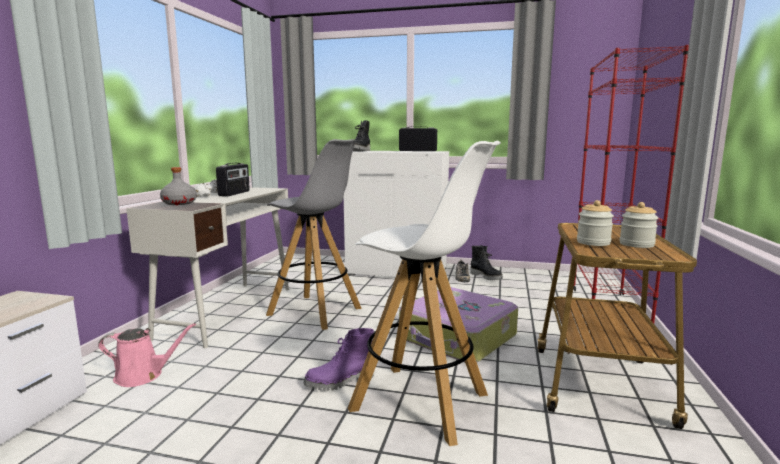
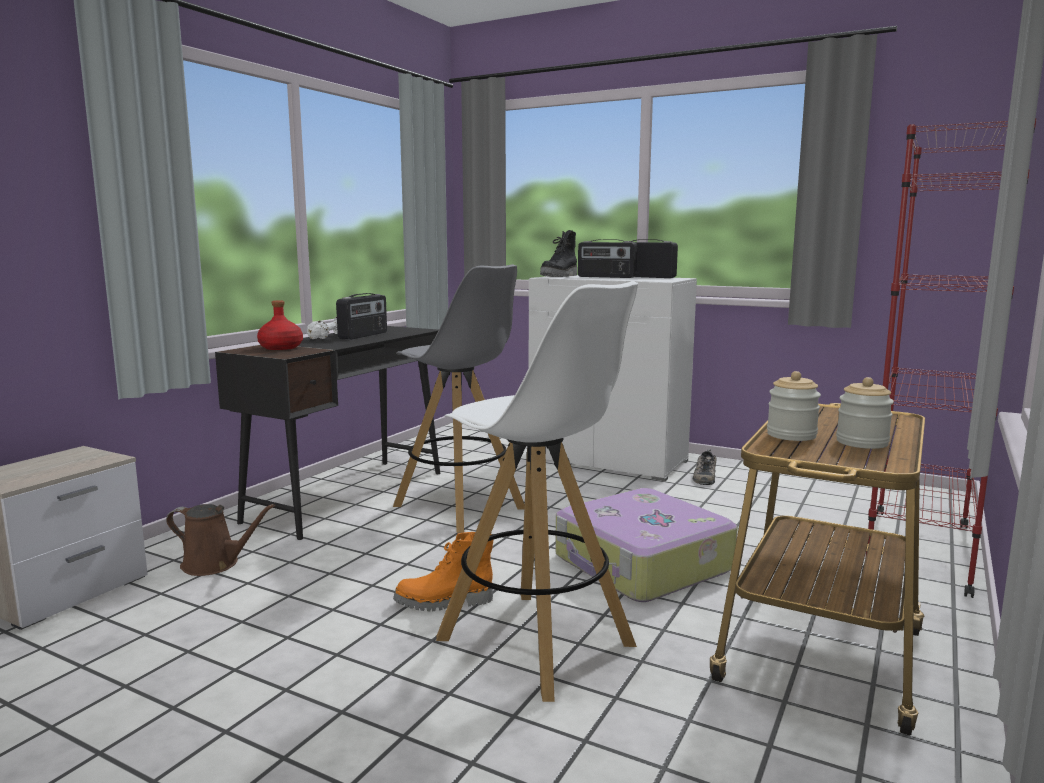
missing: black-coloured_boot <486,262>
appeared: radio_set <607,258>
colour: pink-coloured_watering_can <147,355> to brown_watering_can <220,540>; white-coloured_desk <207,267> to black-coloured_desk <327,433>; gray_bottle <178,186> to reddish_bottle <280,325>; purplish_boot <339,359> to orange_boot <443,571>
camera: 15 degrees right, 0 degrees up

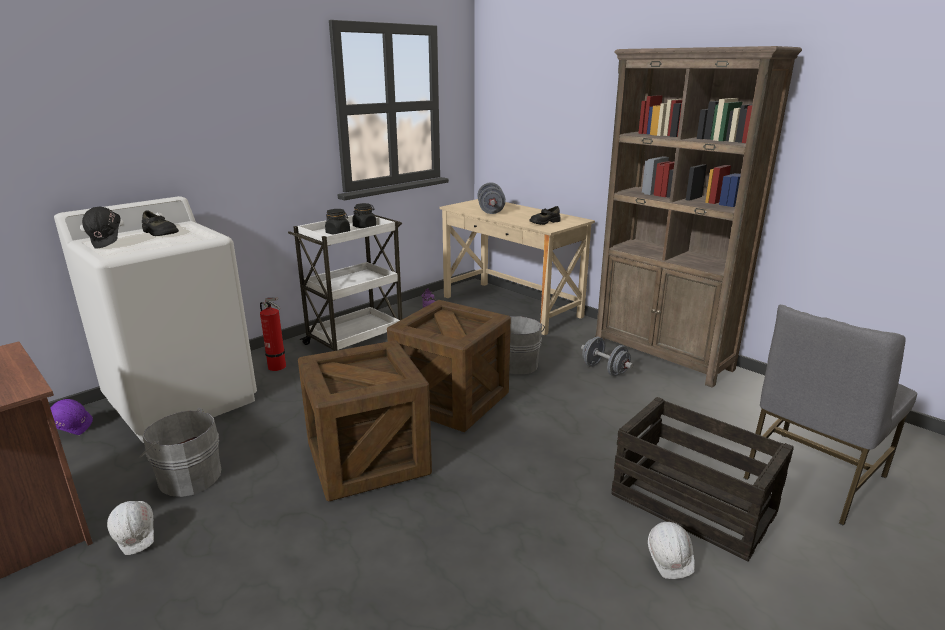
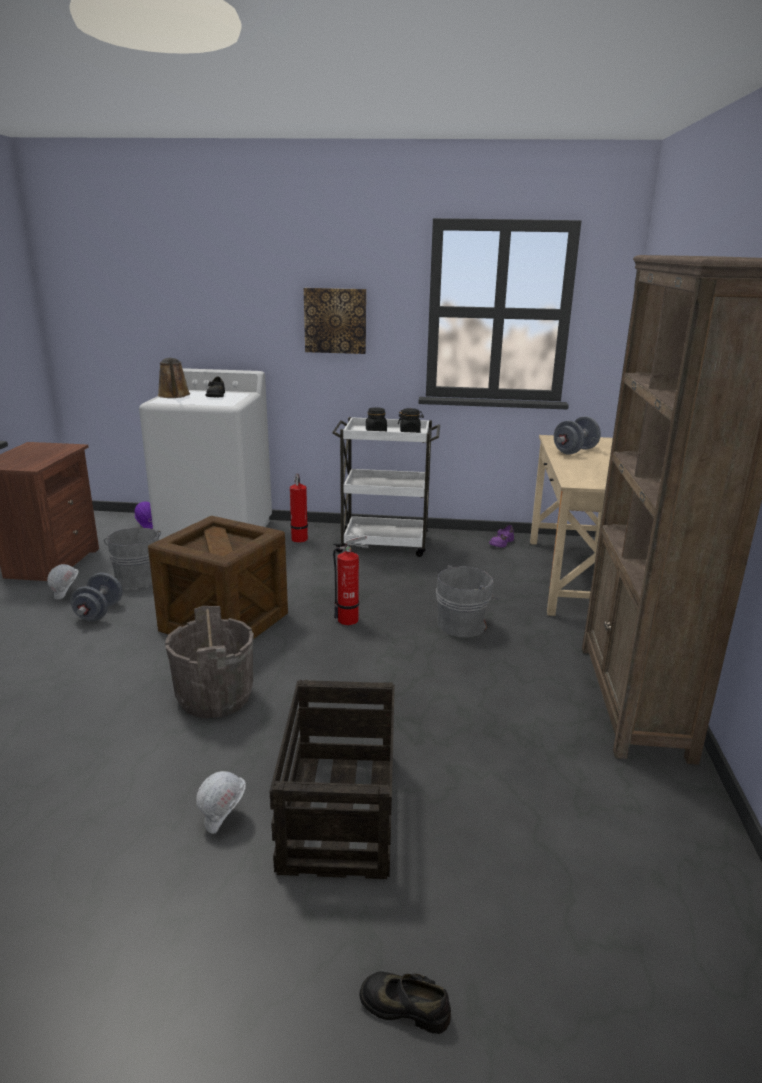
missing: gray_chair <830,415>
appeared: gray_water_bucket <209,662>; wall_picture <335,321>
relocated: black-coloured_shoe <544,215> to <405,1003>; gray_hand_weight <607,357> to <96,597>
exchanged: black-coloured_safety_helmet <101,228> to brown_watering_can <174,378>; packing_crate <449,366> to fire-fighting_cylinder <351,580>
camera: 50 degrees right, 0 degrees up

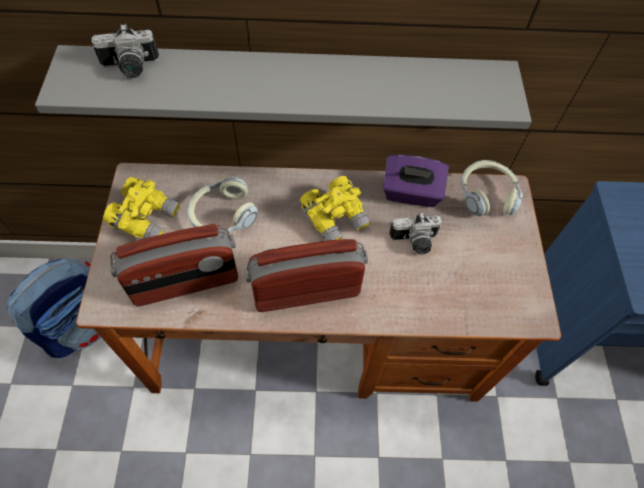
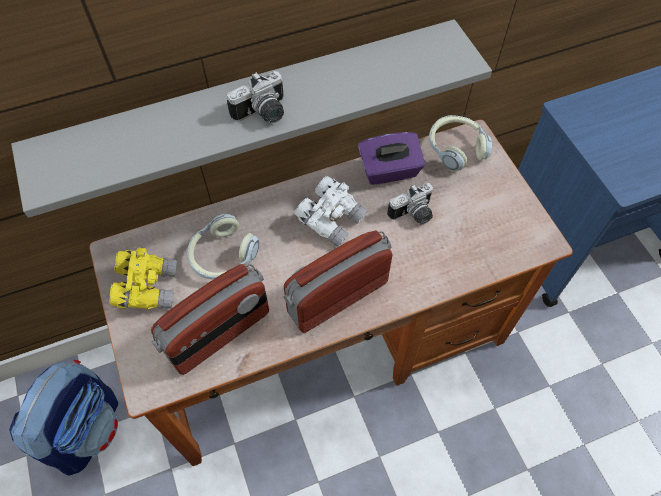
relocated: still_camera <125,51> to <255,97>
colour: yellow-coloured_field_glasses <335,208> to white-coloured_field_glasses <331,211>
camera: 20 degrees left, 0 degrees up

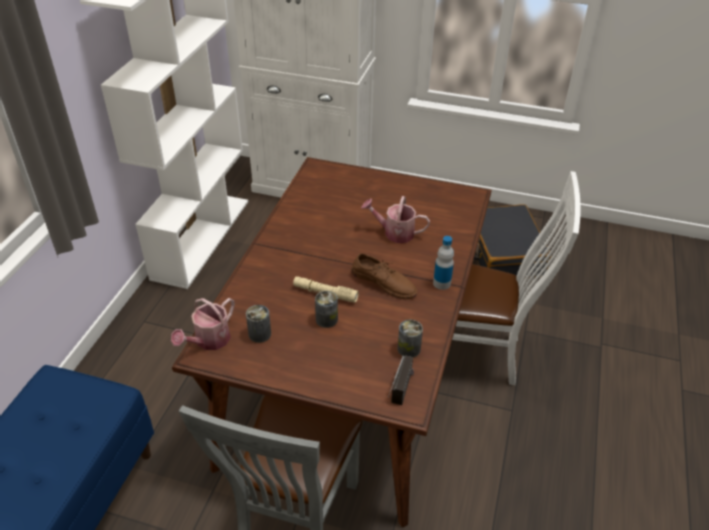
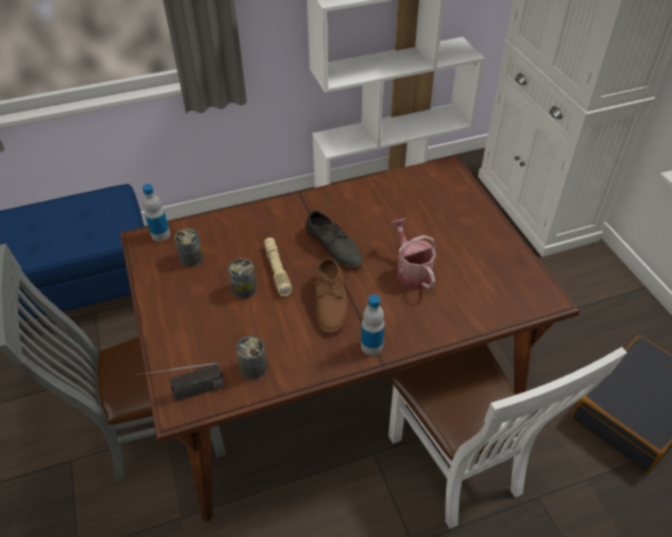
appeared: gray_shoe <333,240>
exchanged: watering_can <203,324> to bottle <156,213>
camera: 55 degrees right, 5 degrees up

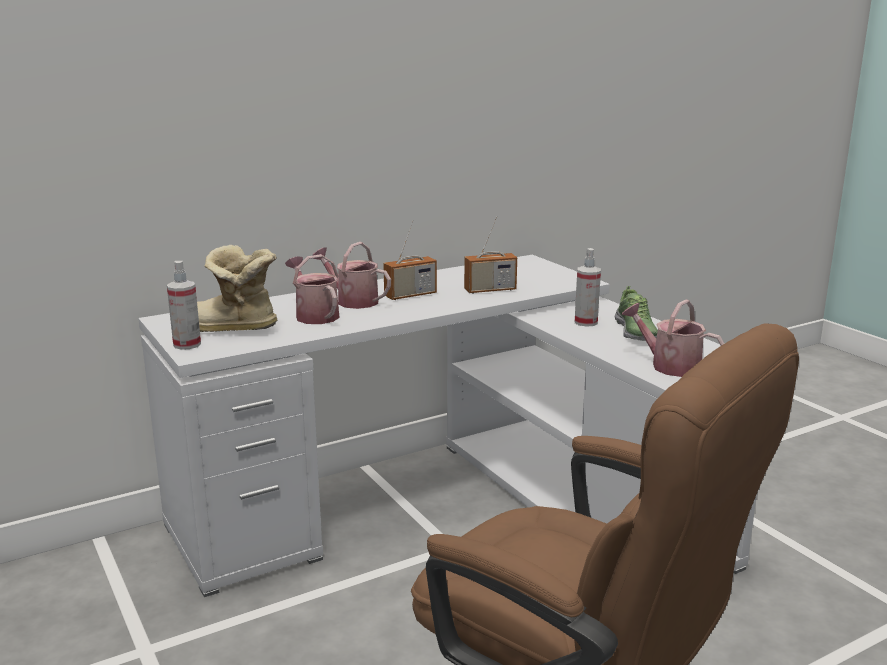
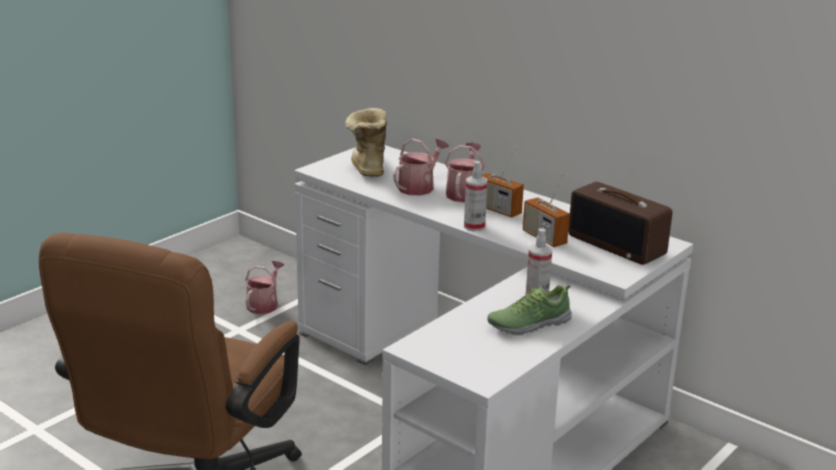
appeared: radio_set <620,223>
relocated: spray_bottle <184,305> to <476,196>; watering_can <672,338> to <265,287>
camera: 70 degrees right, 5 degrees up

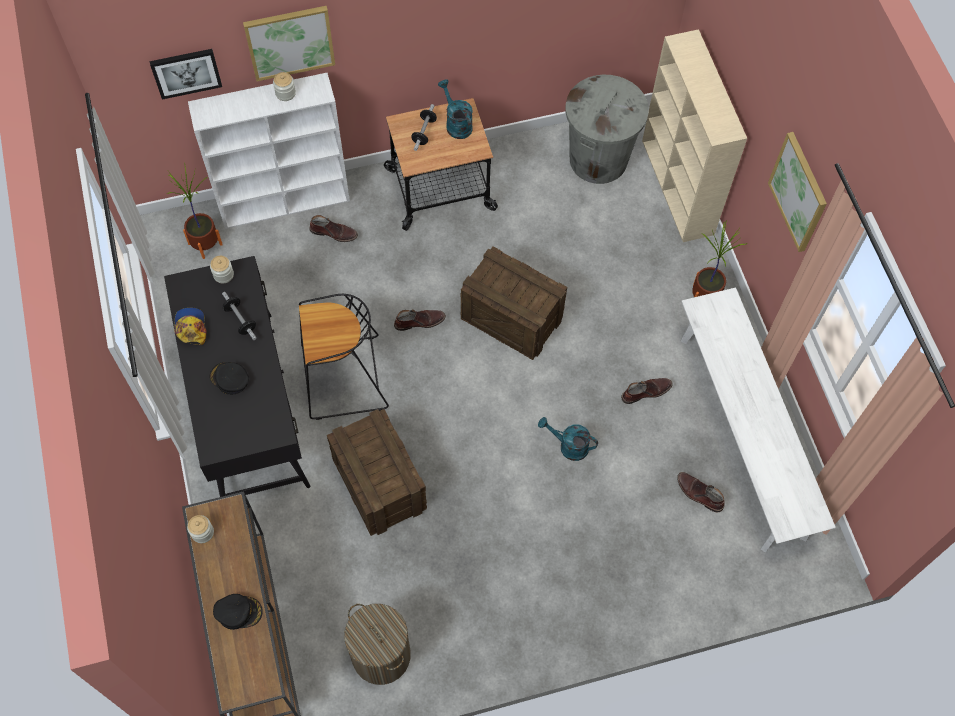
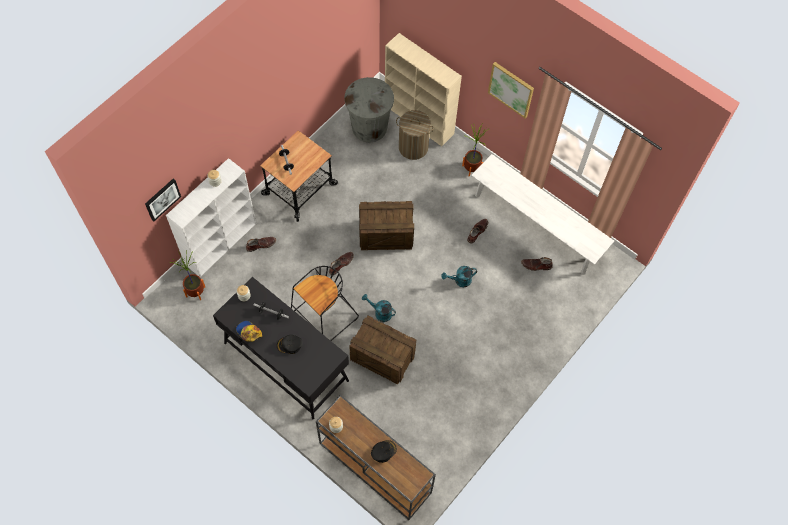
missing: wall_picture <289,43>
relocated: washing_basket <377,644> to <415,135>; turquoise_watering_can <455,109> to <379,308>
camera: 35 degrees left, 0 degrees up

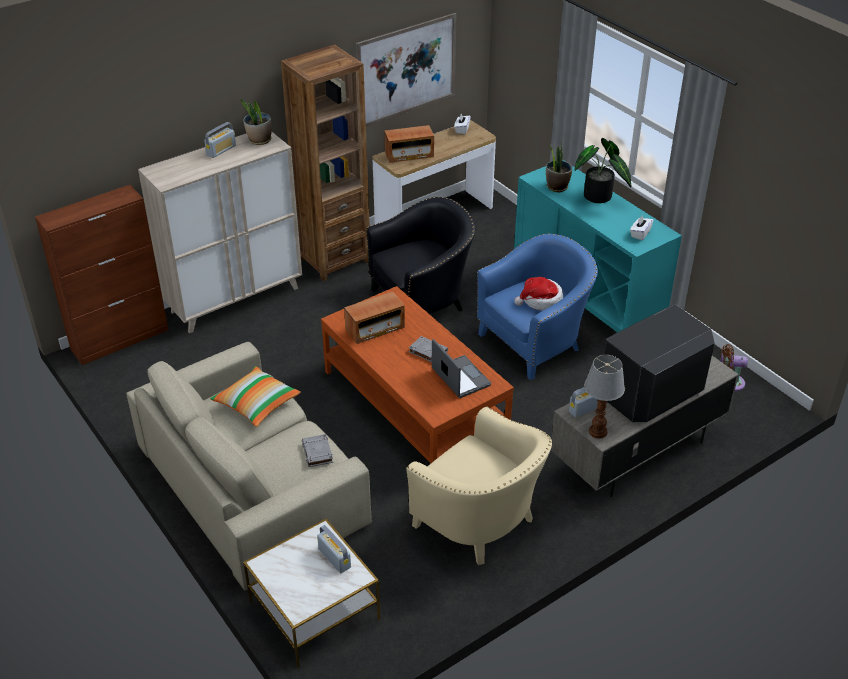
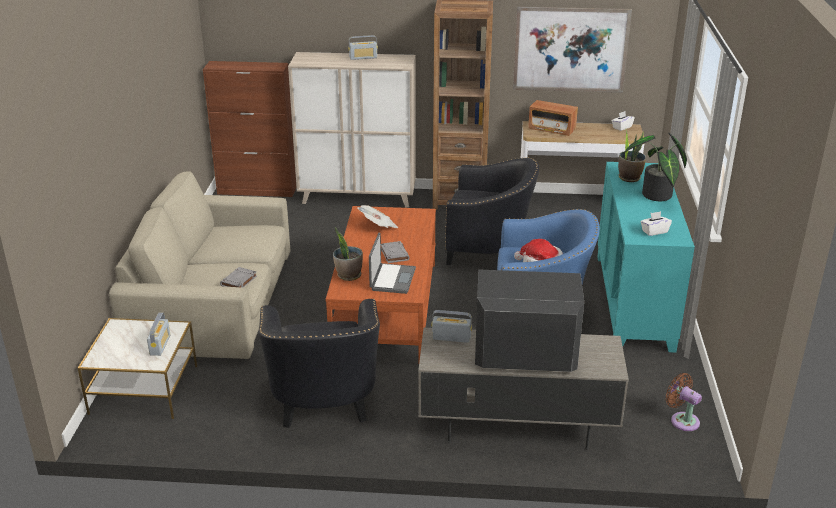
missing: pillow <255,396>; tabletop_lamp <604,397>
relocated: plant_in_a_pot <256,121> to <348,254>
exchanged: radio_set <374,318> to daily_paper <378,216>
colour: sand-coloured_armchair <479,485> to black-coloured_armchair <319,363>
camera: 40 degrees right, 10 degrees down

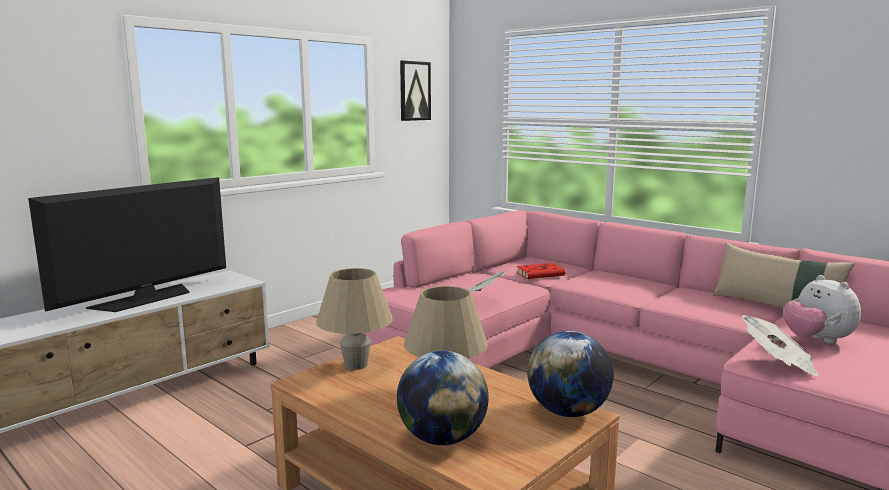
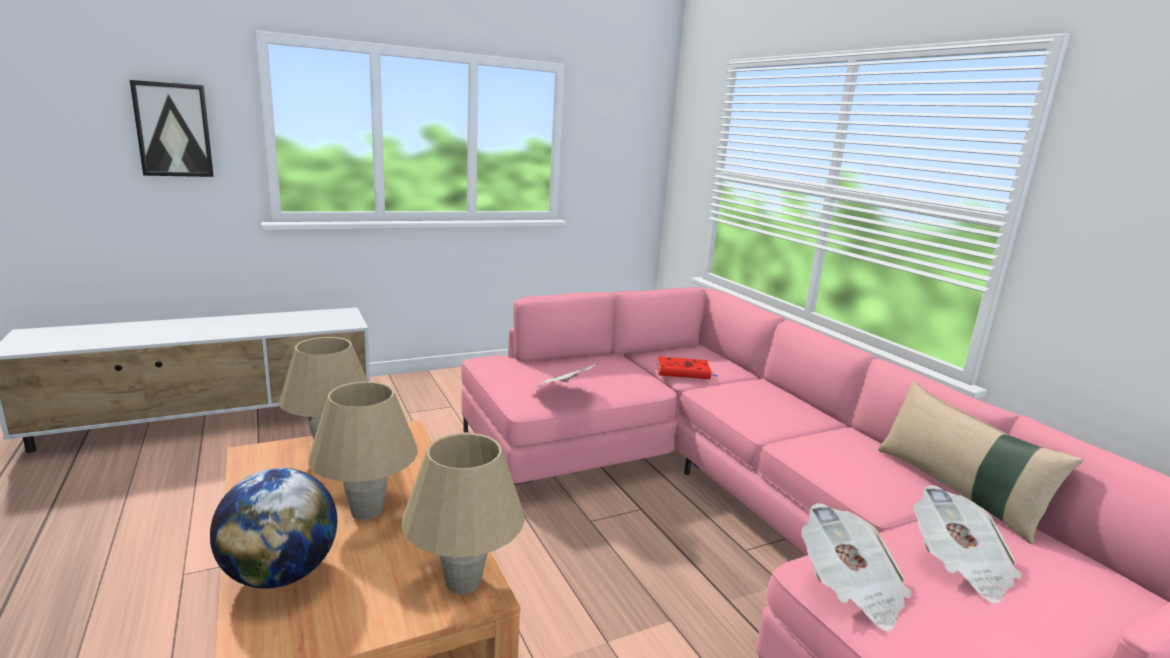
missing: TV_set <127,244>
relocated: wall_picture <415,91> to <172,128>
exchanged: world_globe <570,374> to sand-coloured_tabletop_lamp <463,513>; cuddly_toy <822,309> to daily_paper <967,544>
camera: 20 degrees right, 5 degrees up

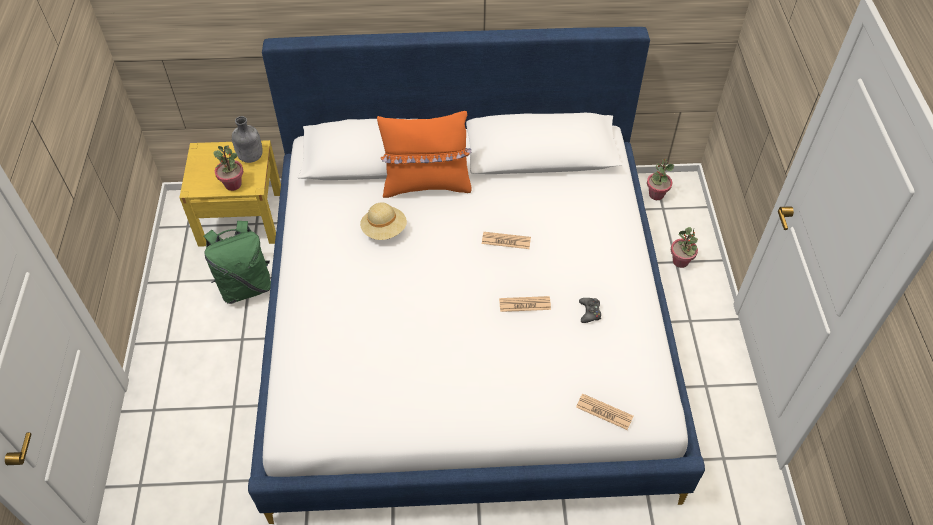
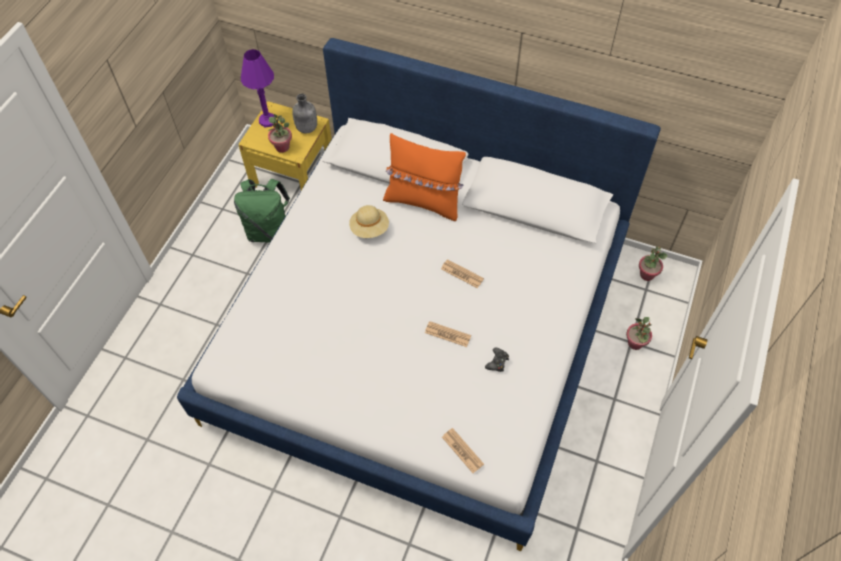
appeared: purplish_tabletop_lamp <258,88>
camera: 25 degrees right, 5 degrees up

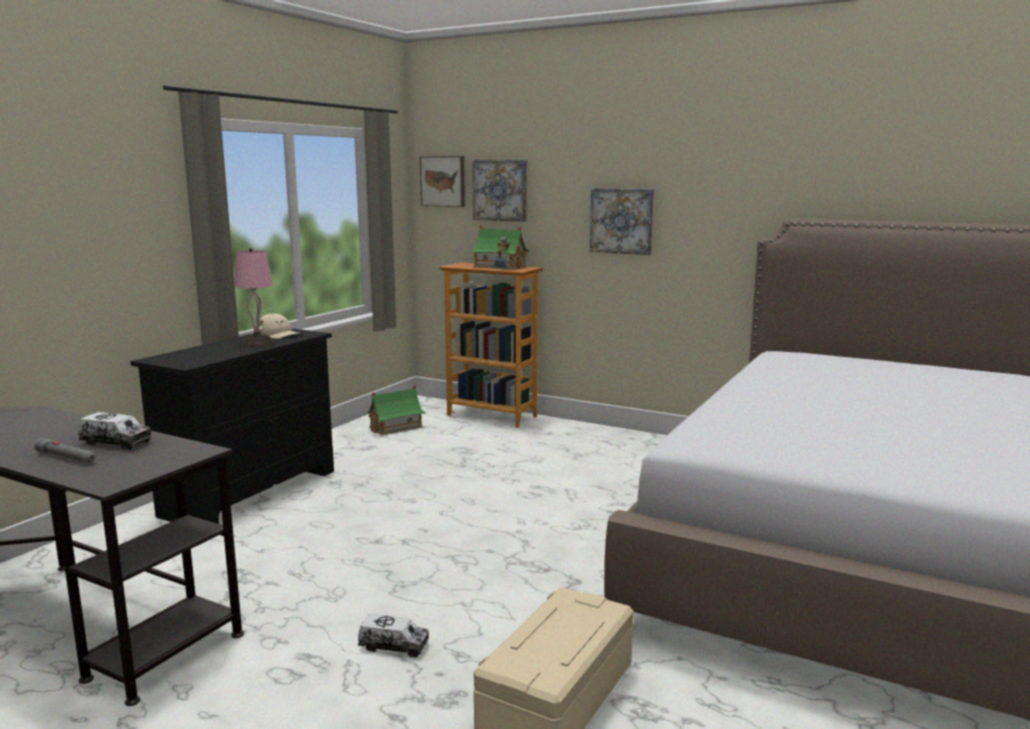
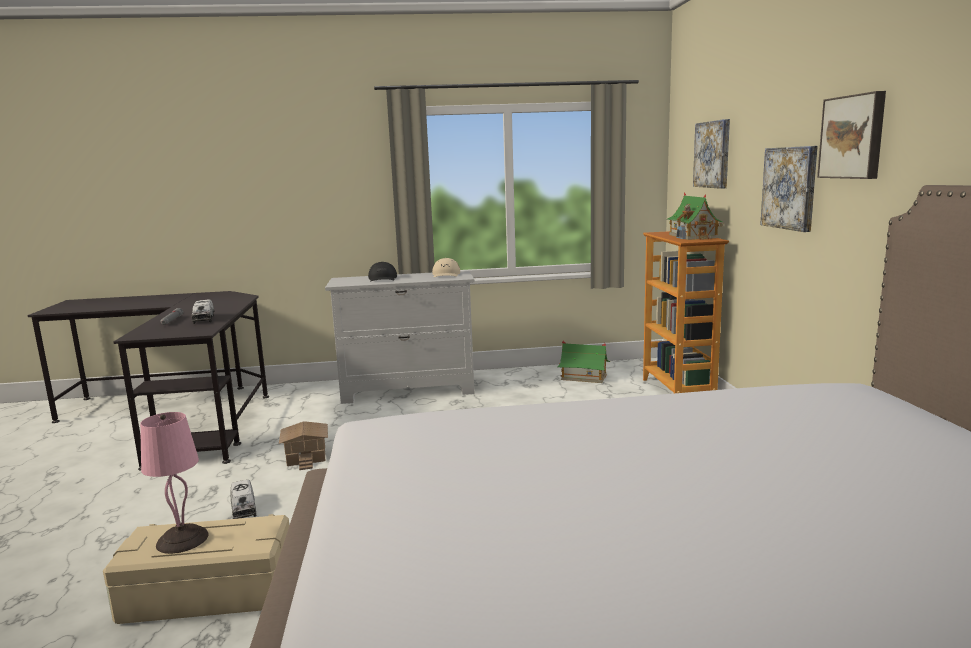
appeared: toy_house <303,445>; black-coloured_baseball_cap <382,272>
relocated: pink-coloured_tabletop_lamp <255,297> to <174,483>; wall_picture <442,181> to <851,135>
colour: black-coloured_drawer_chest <232,426> to white-coloured_drawer_chest <400,337>
camera: 55 degrees right, 0 degrees up

